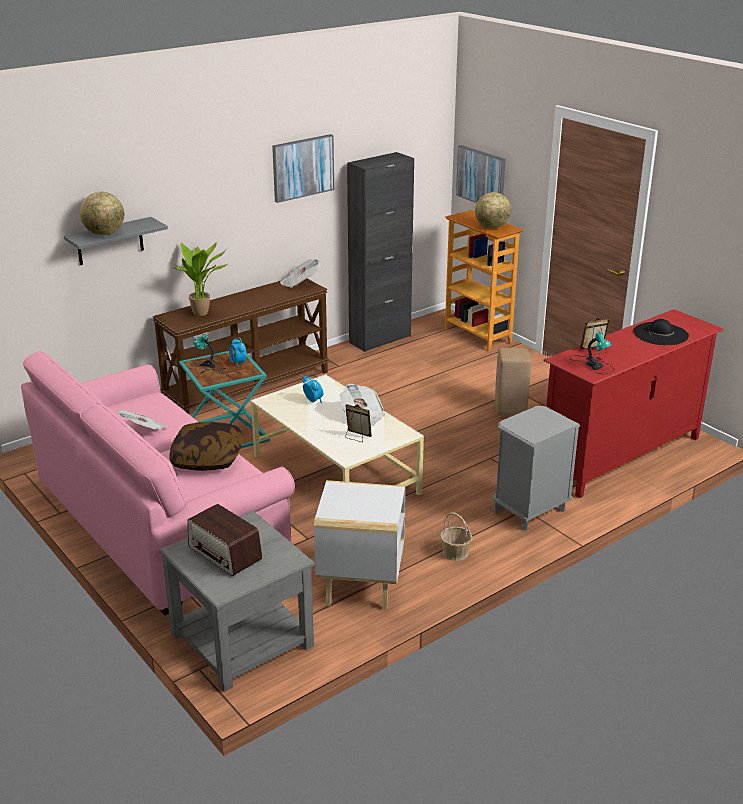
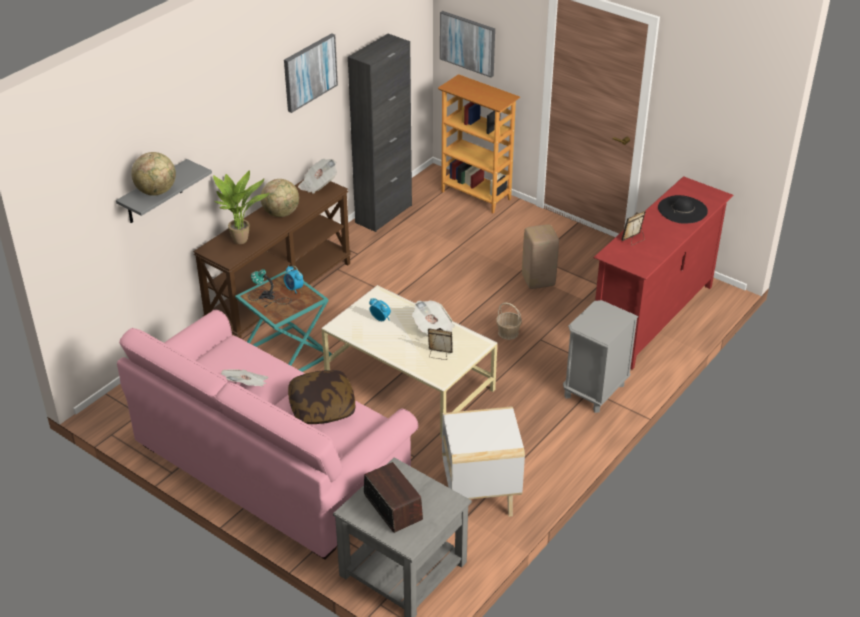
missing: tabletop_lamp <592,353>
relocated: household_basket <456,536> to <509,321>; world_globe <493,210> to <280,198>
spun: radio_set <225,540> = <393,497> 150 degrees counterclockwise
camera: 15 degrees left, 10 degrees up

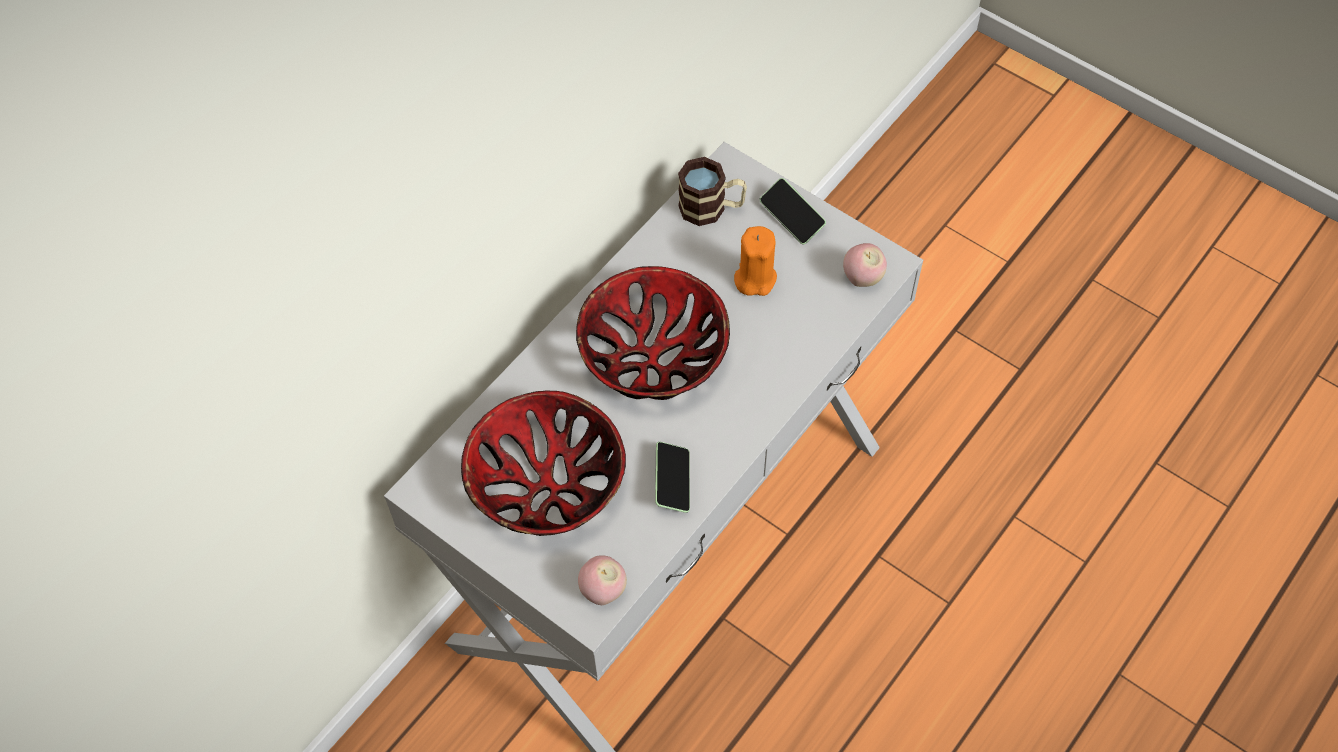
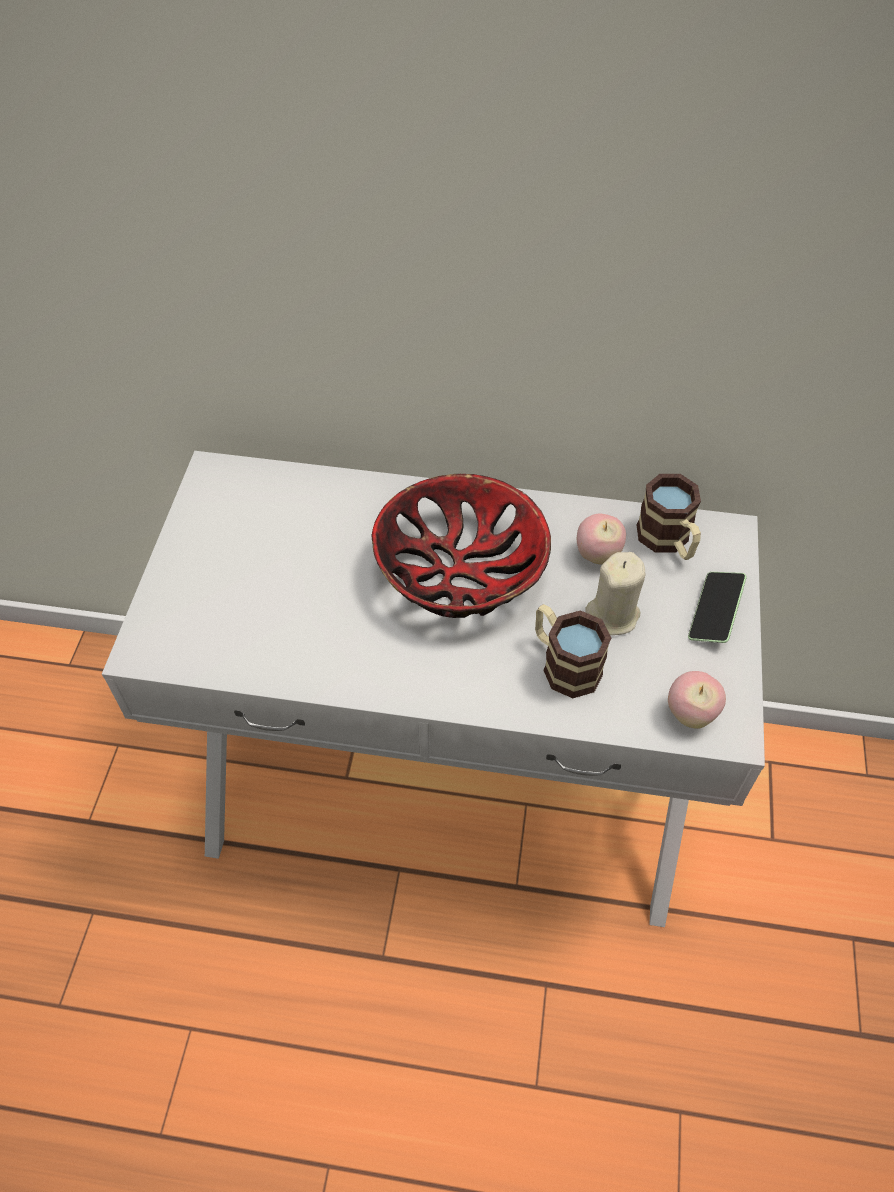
missing: deep_dish <543,463>; phone <672,477>
appeared: tea_mug <573,651>
relocated: apple <602,580> to <601,539>
colour: orange_wax_light <755,261> to sand-coloured_wax_light <615,593>
camera: 60 degrees right, 5 degrees down

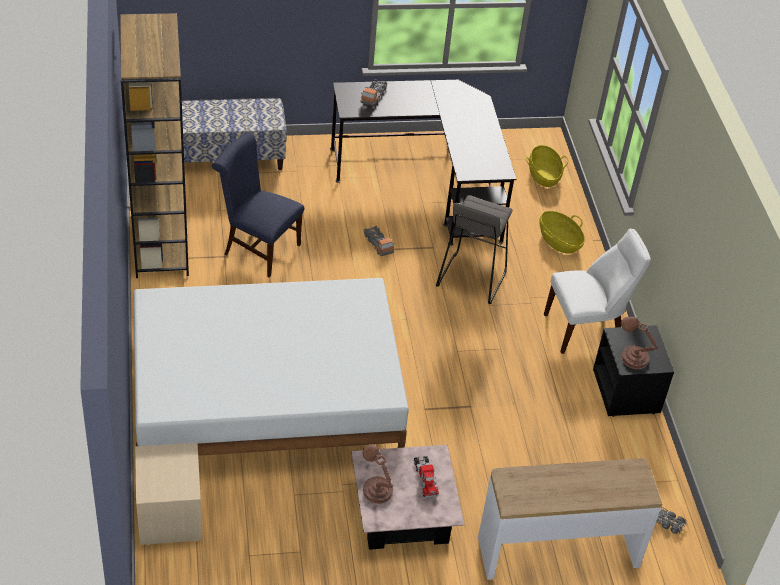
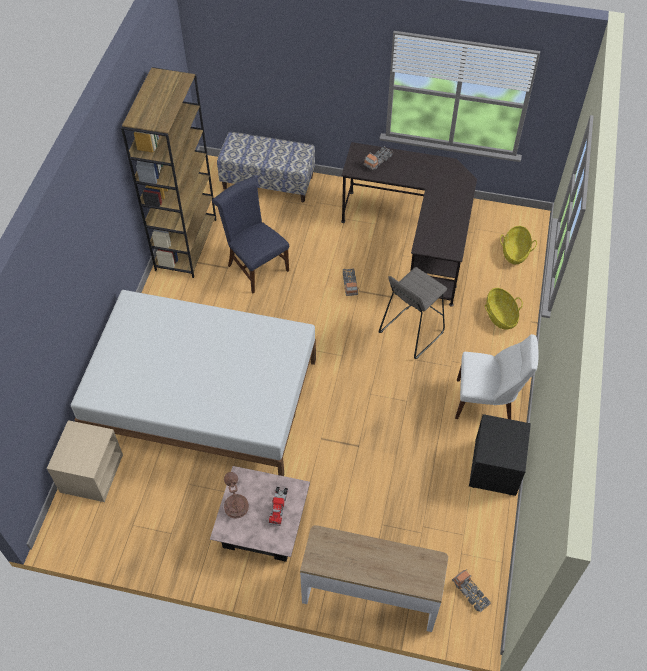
missing: brown_tabletop_lamp <639,343>
camera: 25 degrees right, 10 degrees up

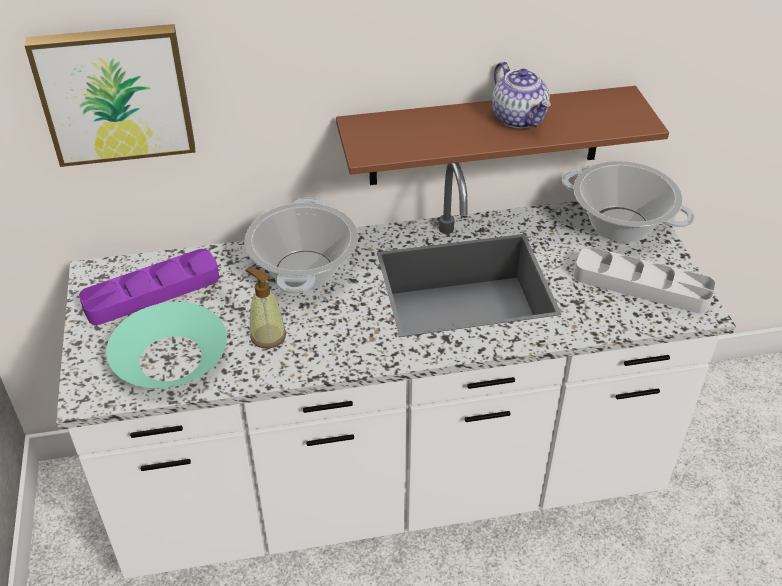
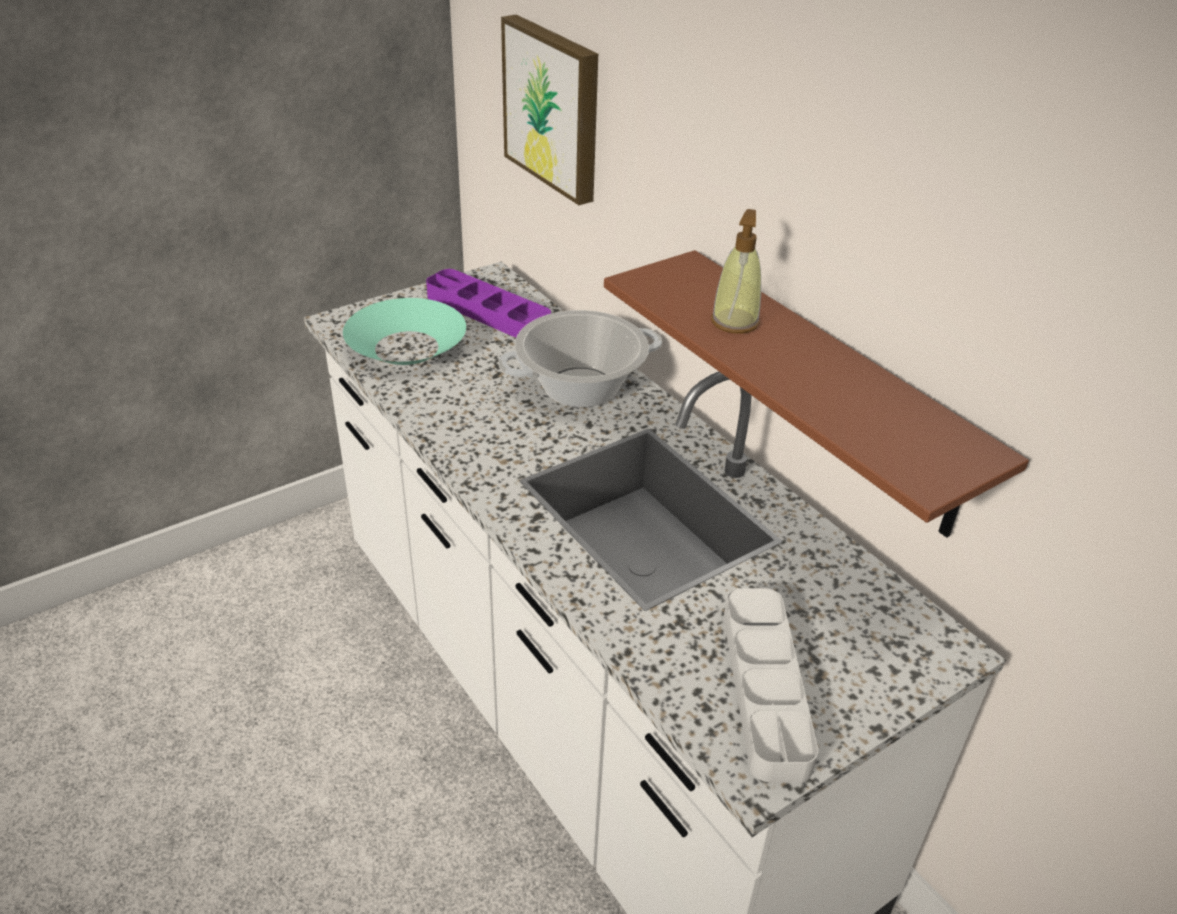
missing: tea_pot <521,95>; cooking_pot <628,202>
relocated: liquid_soap_bottle <265,308> to <736,271>
camera: 65 degrees right, 5 degrees down

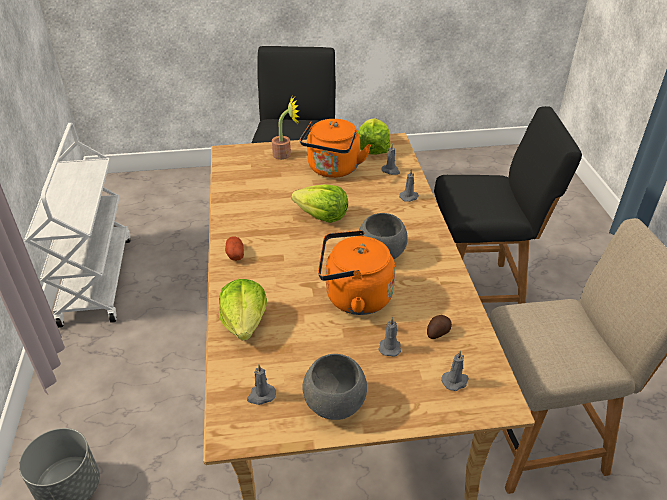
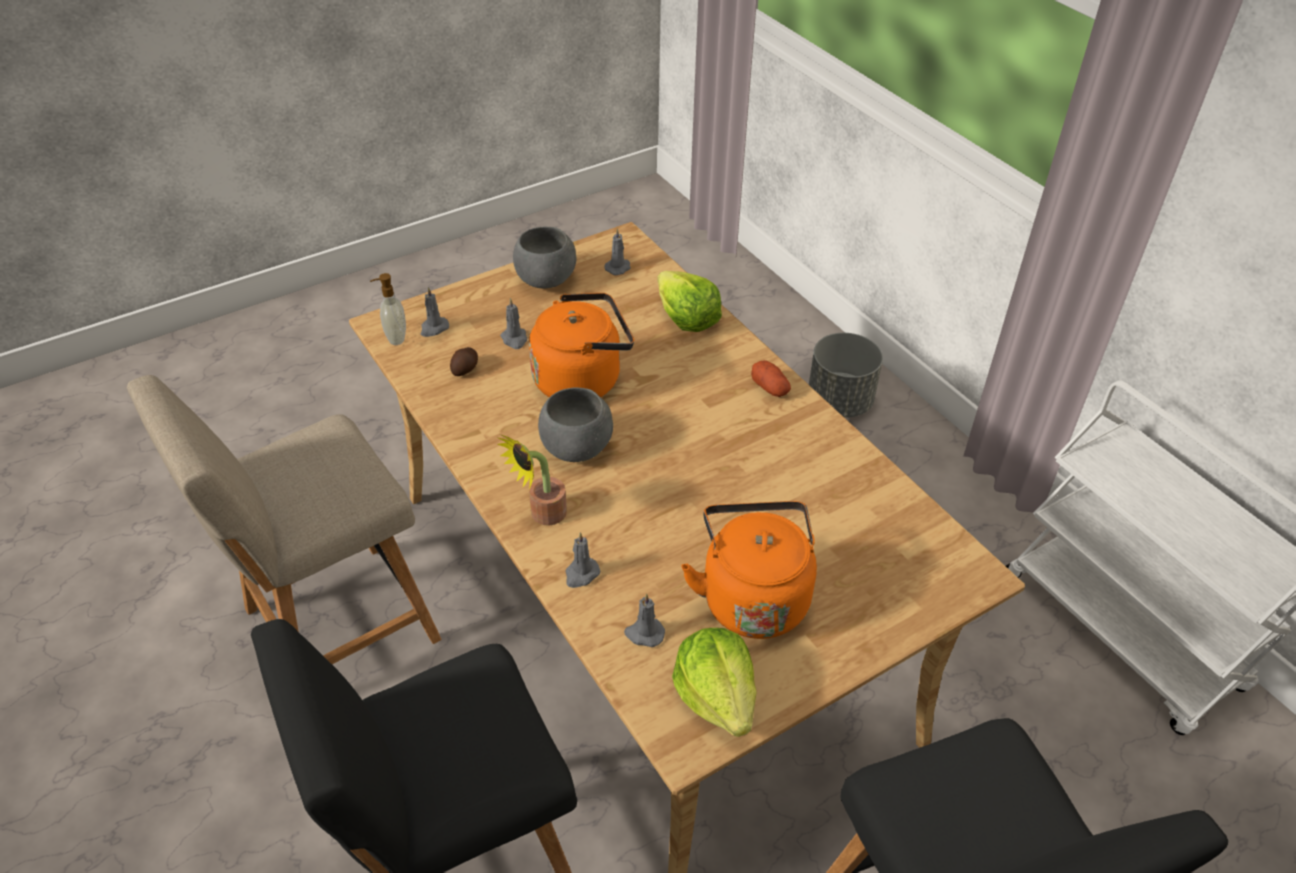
missing: lettuce <319,204>
appeared: liquid_soap_bottle <388,309>
relocated: plant_in_a_pot <285,128> to <532,480>
camera: 155 degrees right, 5 degrees up

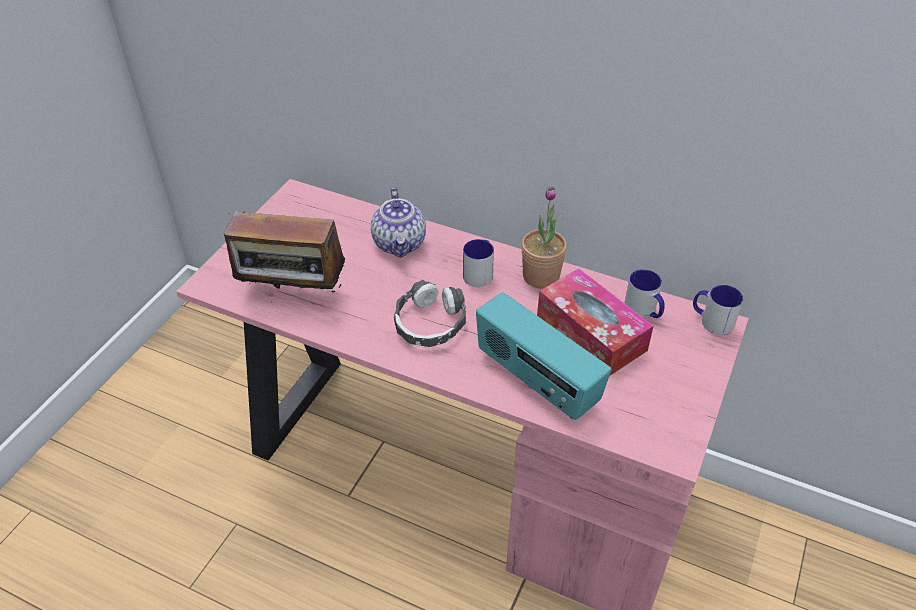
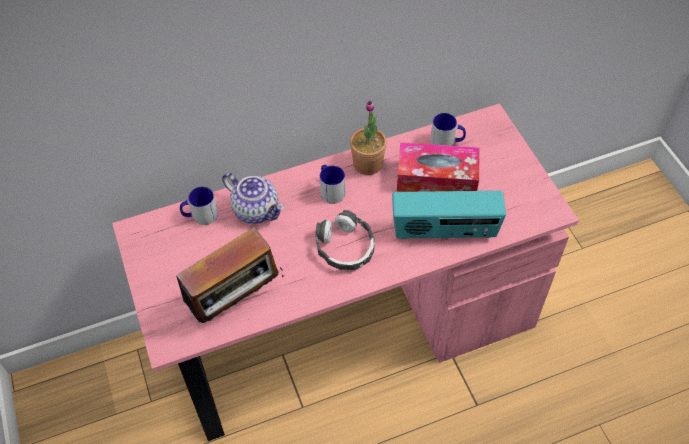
relocated: tea_mug <718,310> to <199,206>
camera: 45 degrees left, 10 degrees up

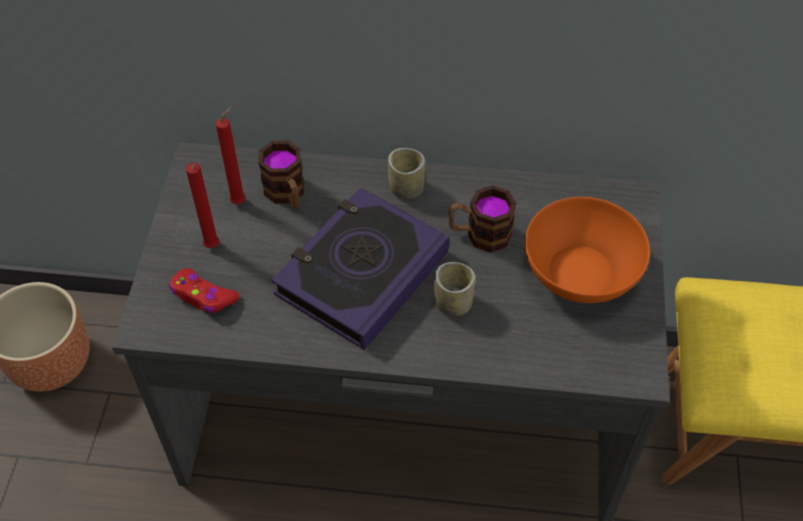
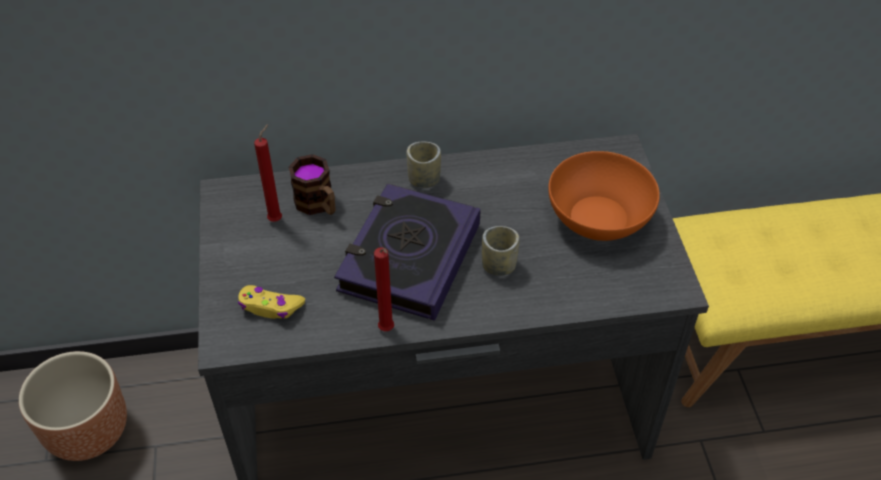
missing: tea_mug <483,219>
relocated: reddish_wax_light <202,205> to <384,289>
colour: reddish_gamepad <204,290> to yellow-coloured_gamepad <271,302>
camera: 15 degrees left, 5 degrees down

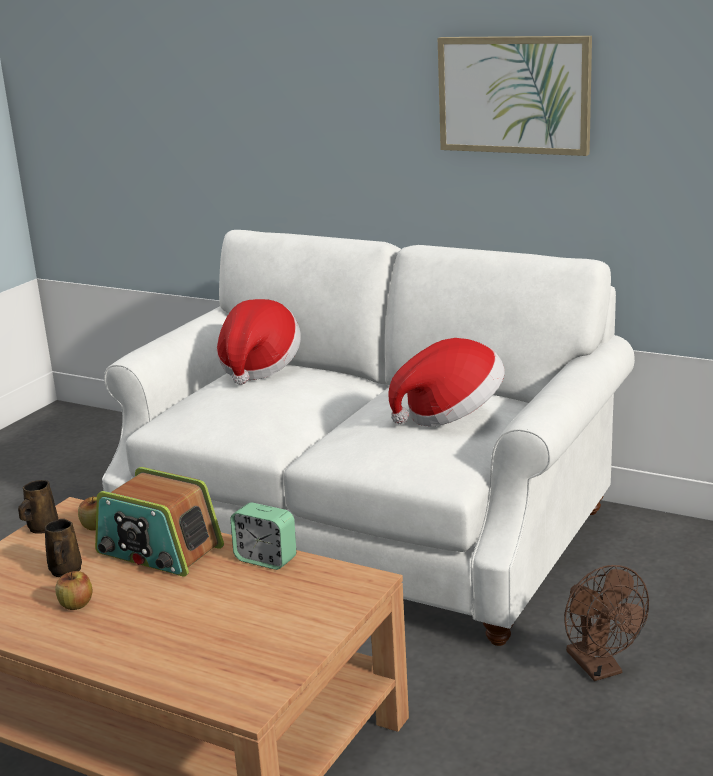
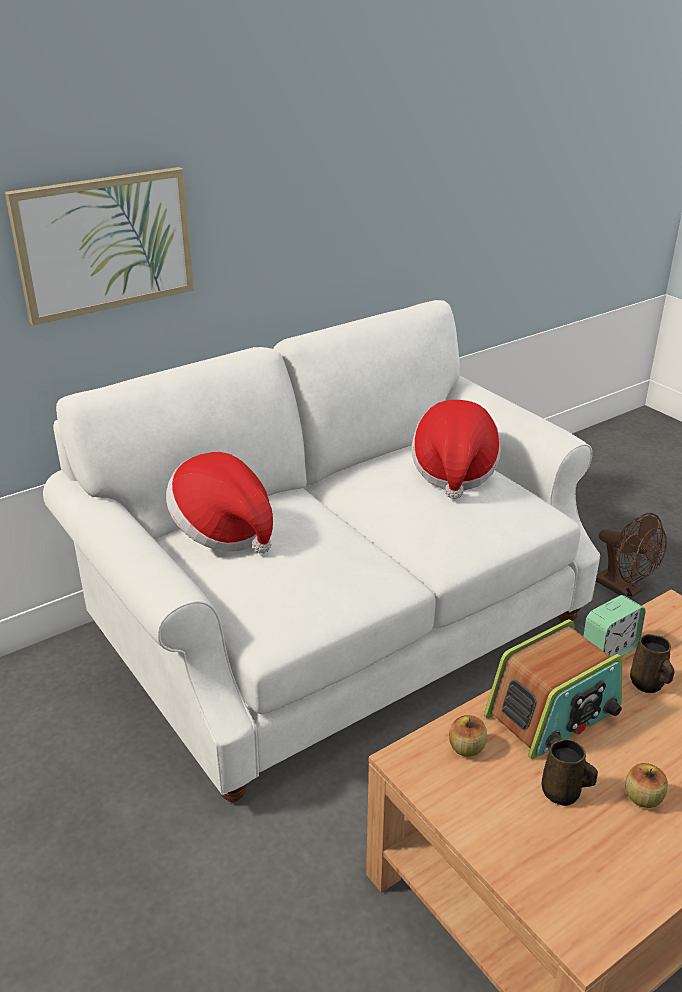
relocated: brown_tea_mug <38,507> to <652,663>; wall_picture <515,96> to <99,246>
spun: brown_electric_fan <606,623> = <631,556> 45 degrees clockwise
camera: 65 degrees left, 10 degrees up

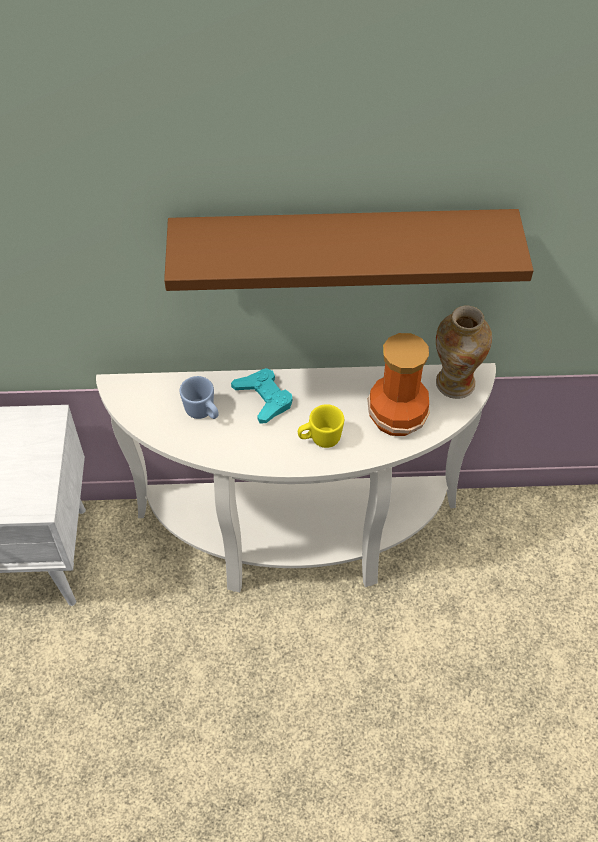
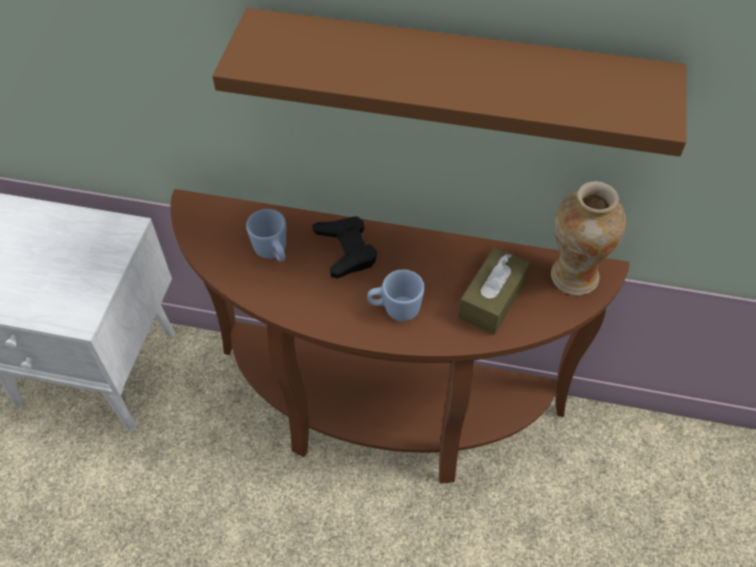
exchanged: vase <398,384> to brown_tissue_box <494,290>
colour: white-coloured_narrow_table <296,477> to brown_narrow_table <400,336>; turquoise_gamepad <261,395> to black-coloured_gamepad <344,247>; yellow-coloured_tea_mug <321,426> to blue_tea_mug <396,295>
camera: 15 degrees right, 0 degrees up

